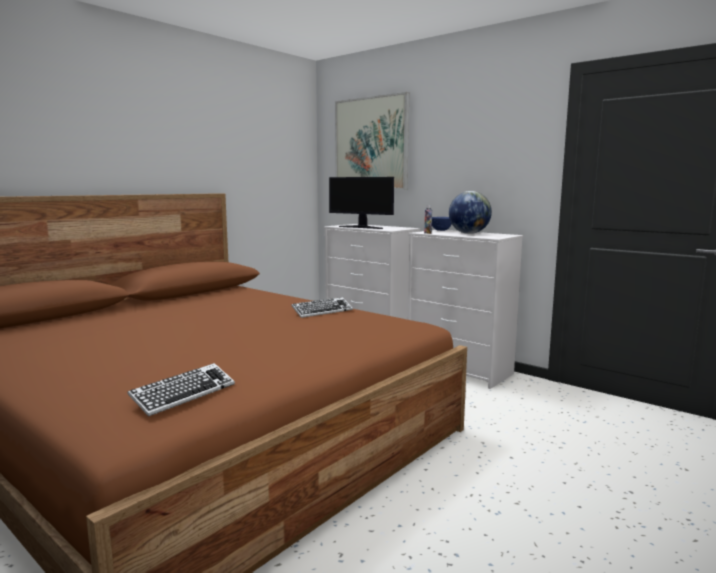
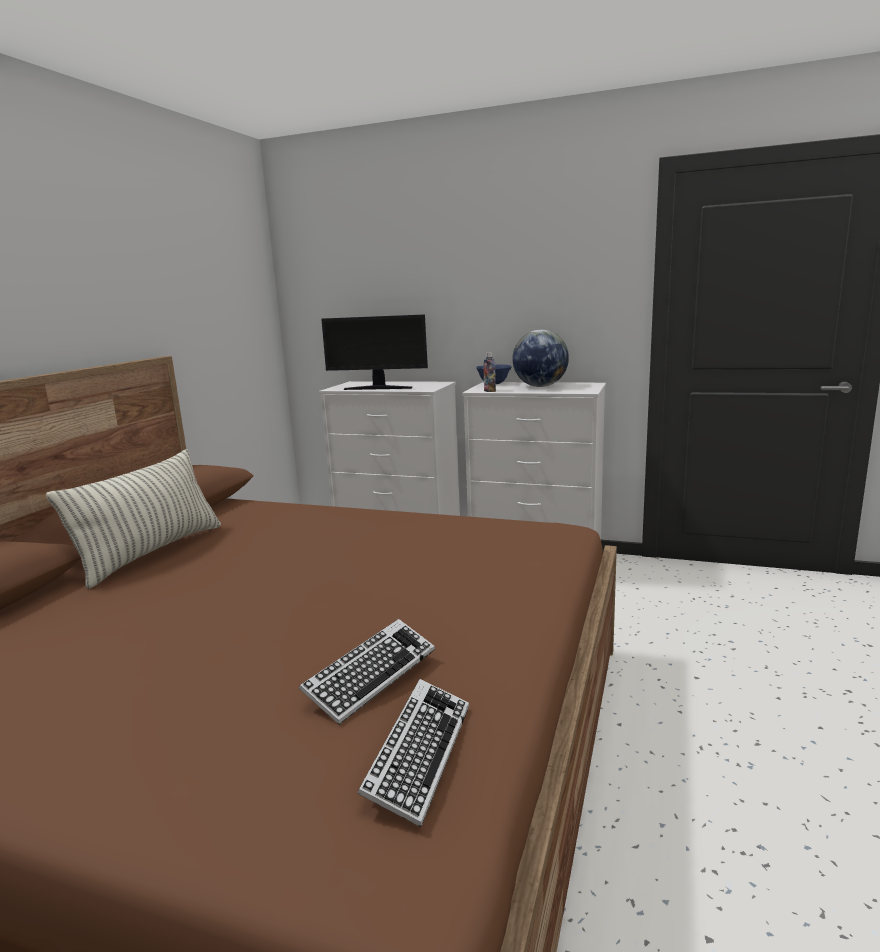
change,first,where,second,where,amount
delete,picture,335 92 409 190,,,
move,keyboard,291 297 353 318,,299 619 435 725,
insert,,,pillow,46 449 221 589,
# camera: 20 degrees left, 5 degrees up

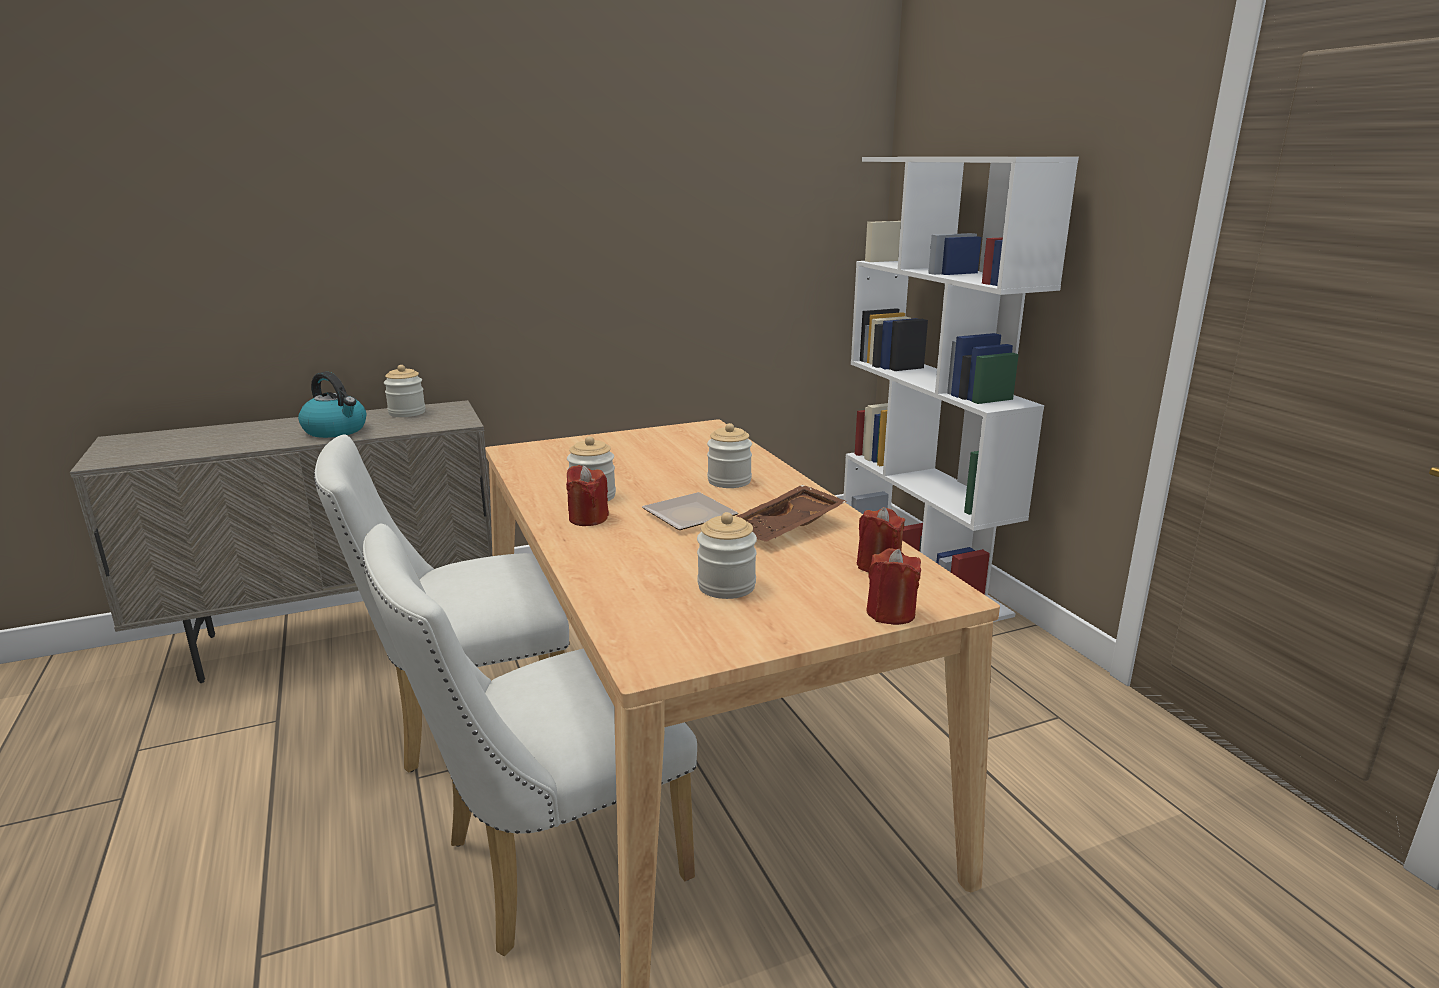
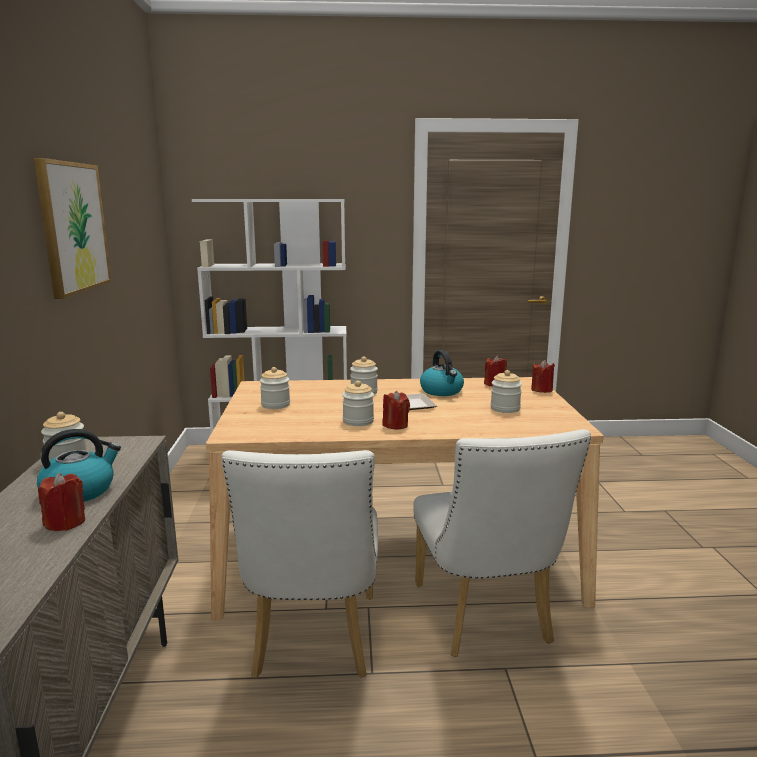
change,first,where,second,where,amount
replace,tray (brown),737 485 847 542,kettle,420 350 464 396,
insert,,,picture,34 158 111 299,
insert,,,jar,260 367 290 409,
insert,,,candle (red),38 472 85 531,
# camera: 70 degrees left, 5 degrees down

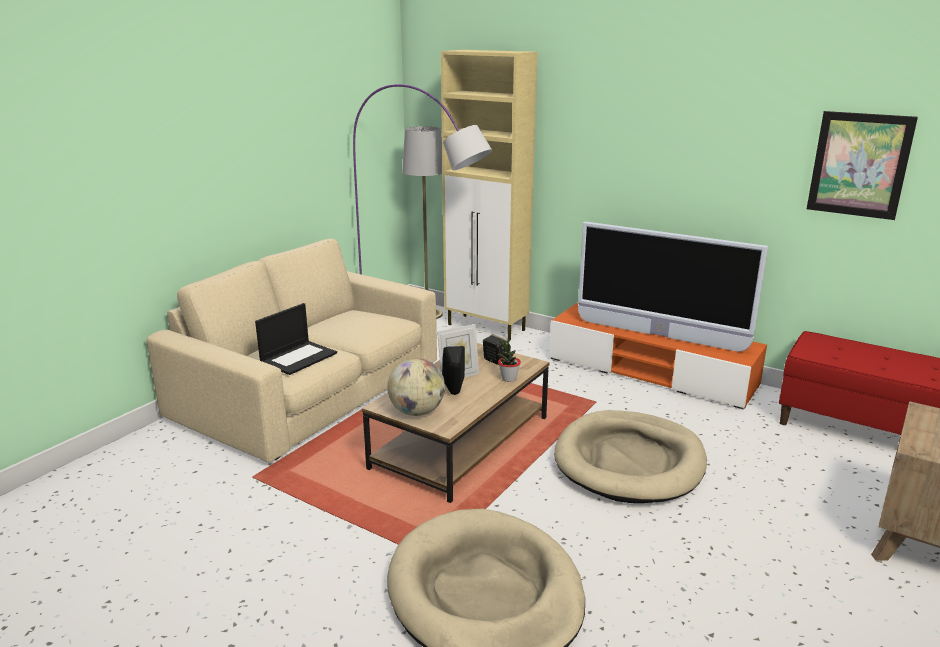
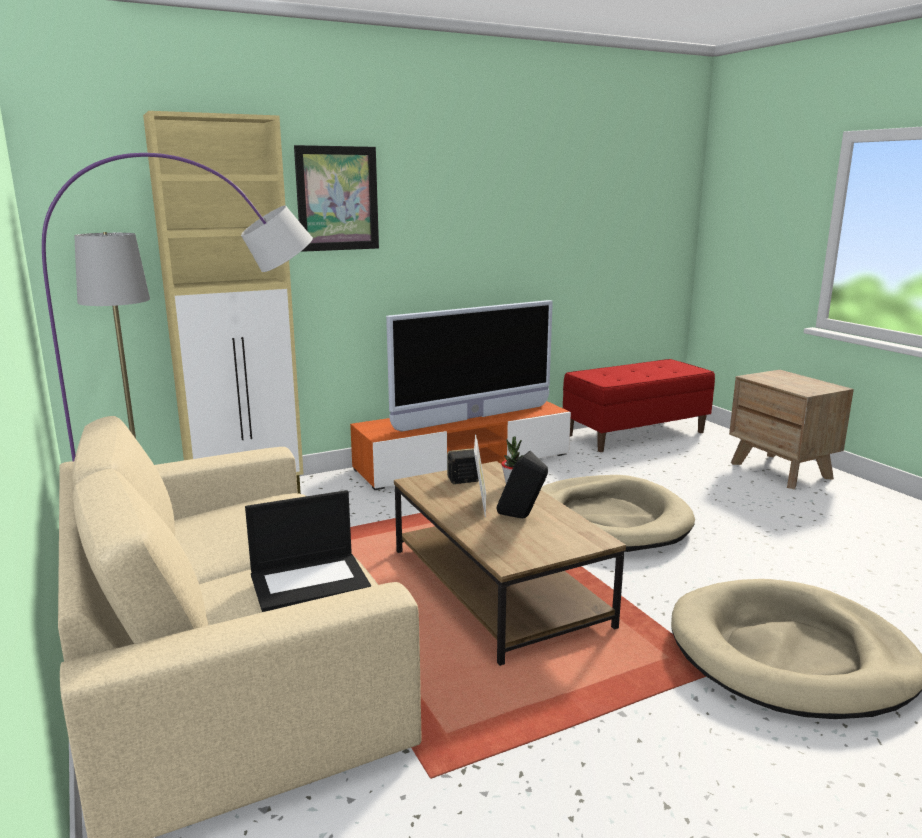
change,first,where,second,where,amount
move,picture,807 111 918 220,,294 145 379 252,
rotate,laptop,255 303 337 375,,245 490 371 612,90 degrees clockwise
delete,globe,387 358 445 416,,,
# camera: 60 degrees left, 5 degrees down

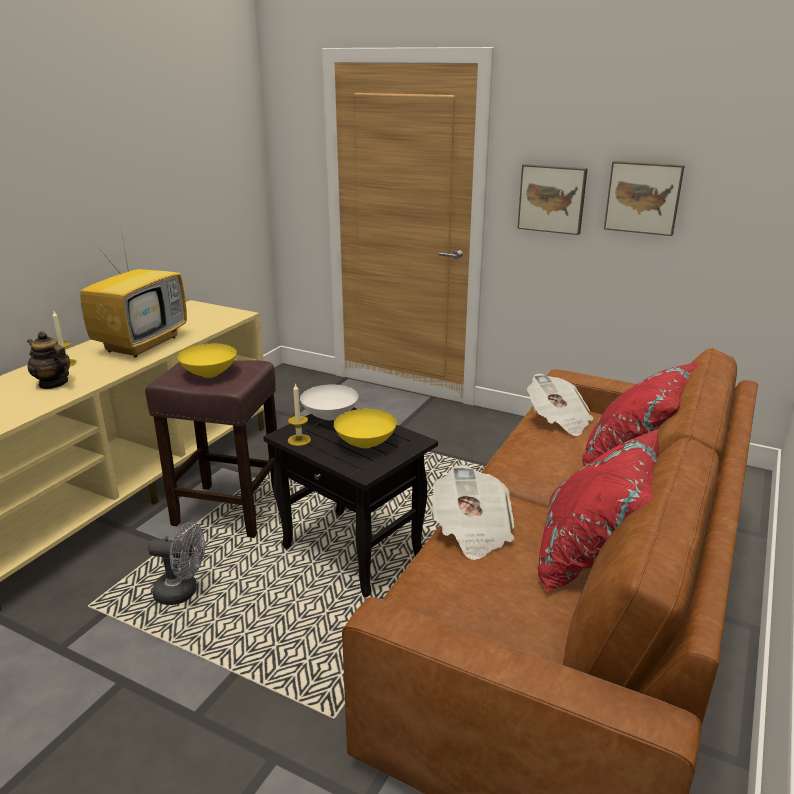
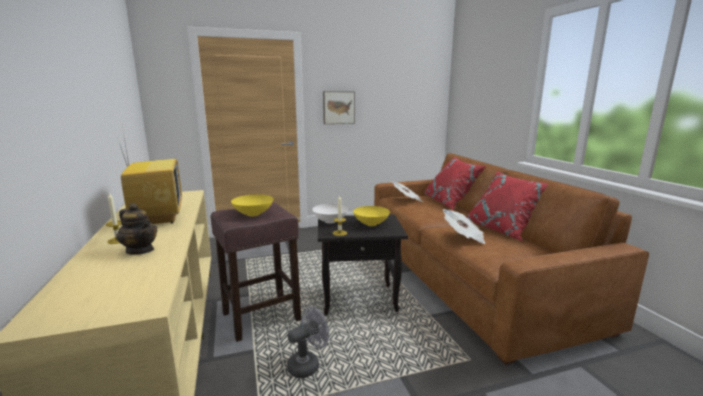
change,first,where,second,where,amount
delete,picture,604 161 685 236,,,
rotate,teapot,27 331 70 389,,116 203 157 255,135 degrees counterclockwise
# camera: 45 degrees left, 10 degrees down

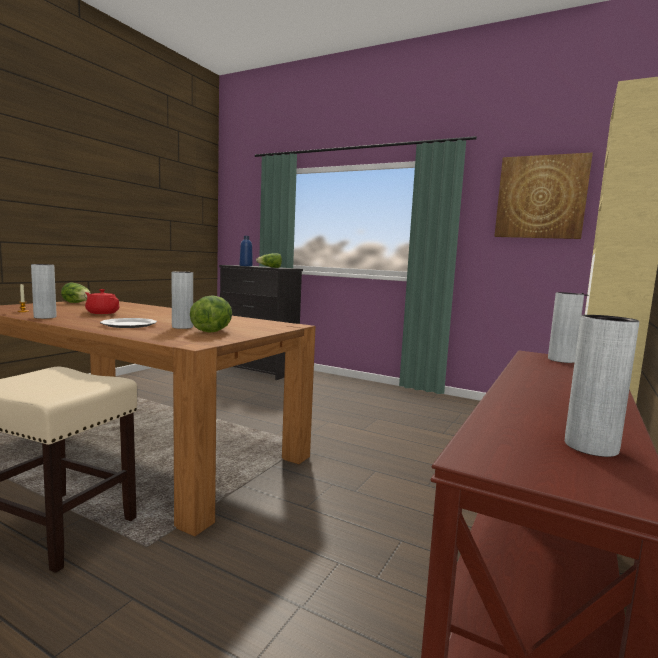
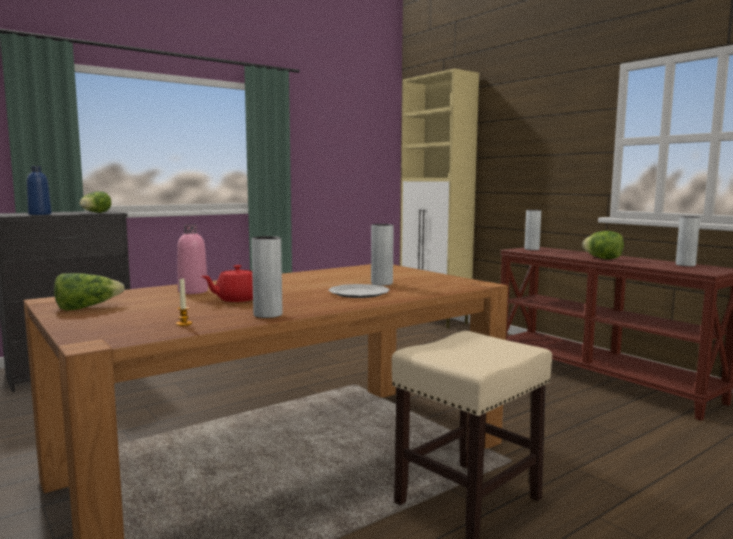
change,first,where,second,where,amount
delete,picture,494 153 593 239,,,
move,lettuce,190 295 232 333,,582 231 624 259,
insert,,,bottle (pink),177 224 208 294,
# camera: 65 degrees left, 0 degrees up

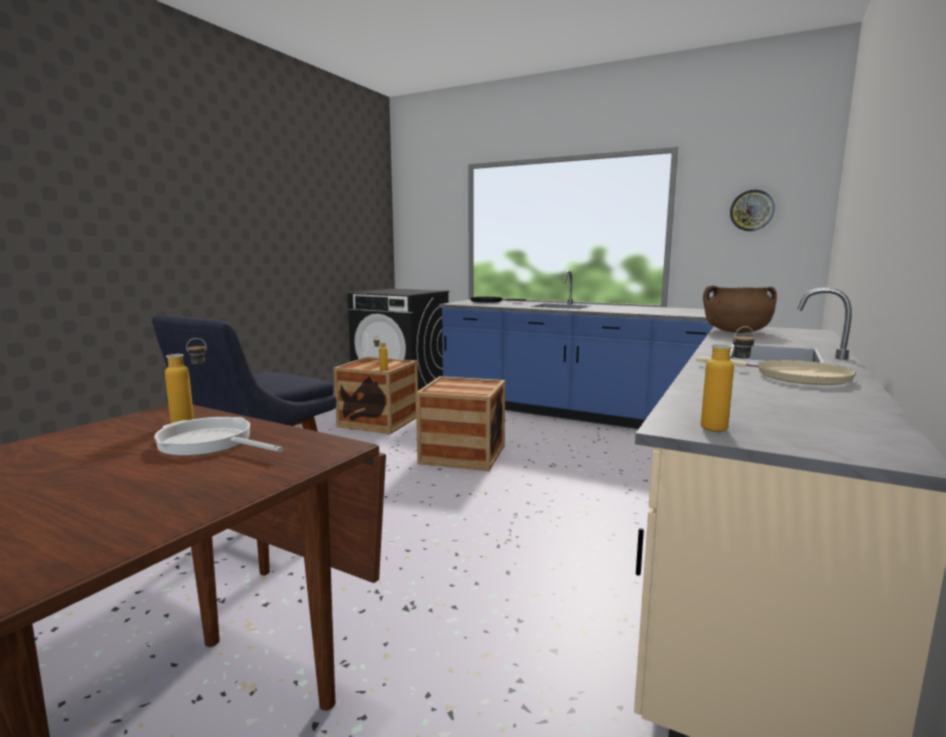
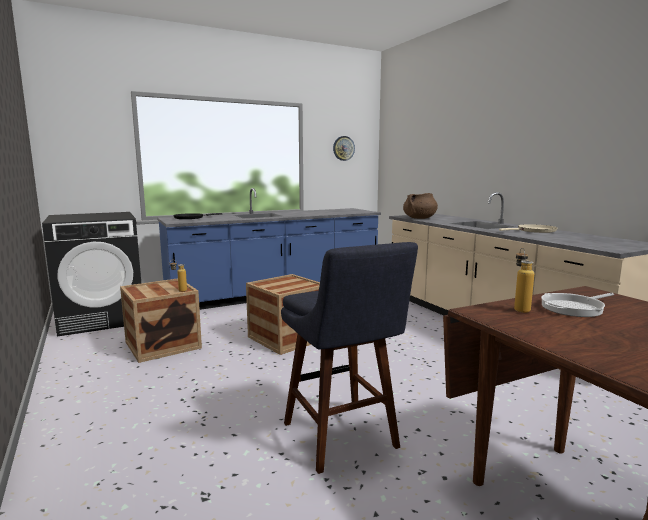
change,first,where,second,where,amount
delete,bottle,701 326 754 432,,,
# camera: 55 degrees left, 0 degrees up

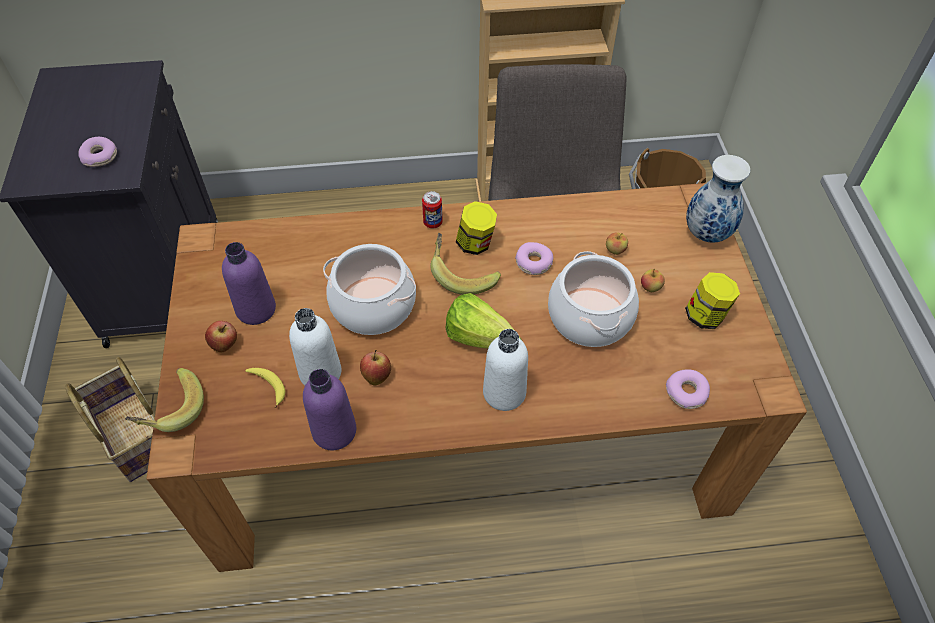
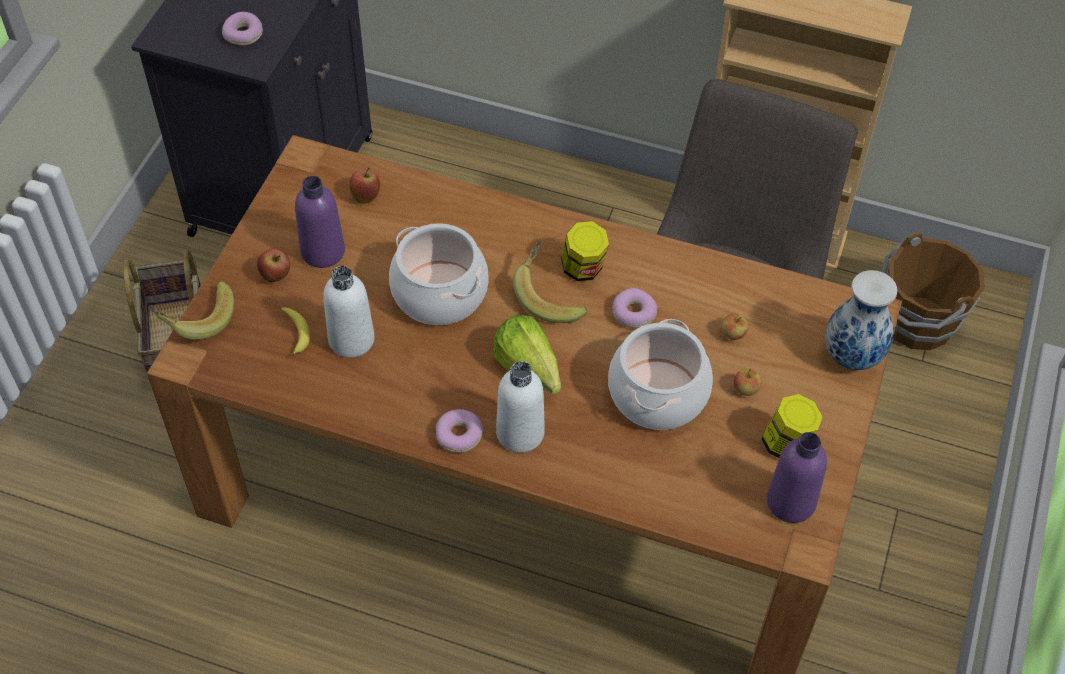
change,first,where,second,where,amount
delete,can,422 191 443 228,,,
move,apple,360 350 391 385,,349 168 380 204,
move,bottle (purple),303 369 356 450,,767 432 827 523,
move,donut,666 369 710 409,,436 409 483 453,
# camera: 25 degrees right, 0 degrees up

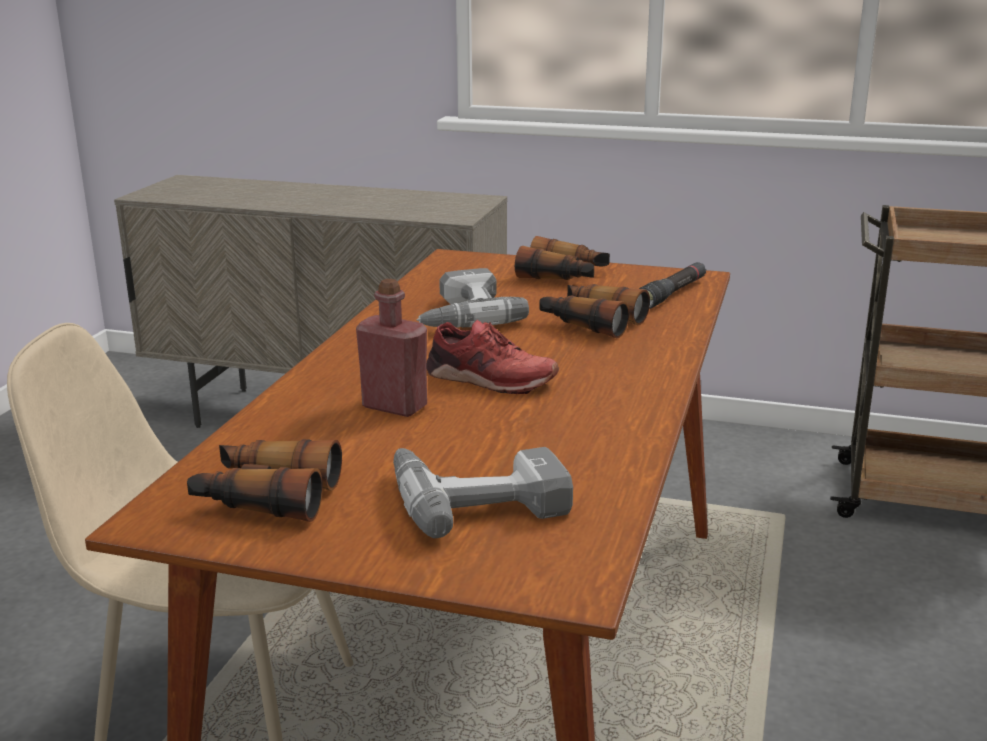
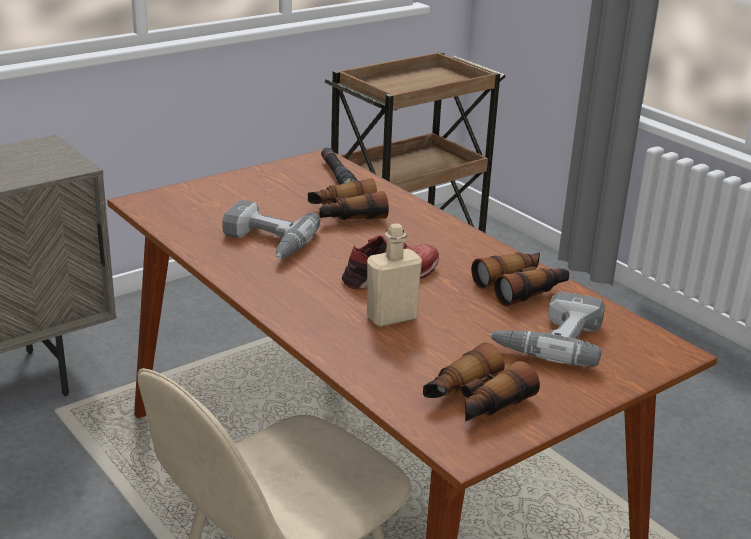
change,first,where,second,where,amount
move,binoculars,515 236 610 280,,471 252 569 307,
recolor,bottle (red),356 279 427 417,bottle (beige),367 223 422 327,
# camera: 55 degrees left, 5 degrees up

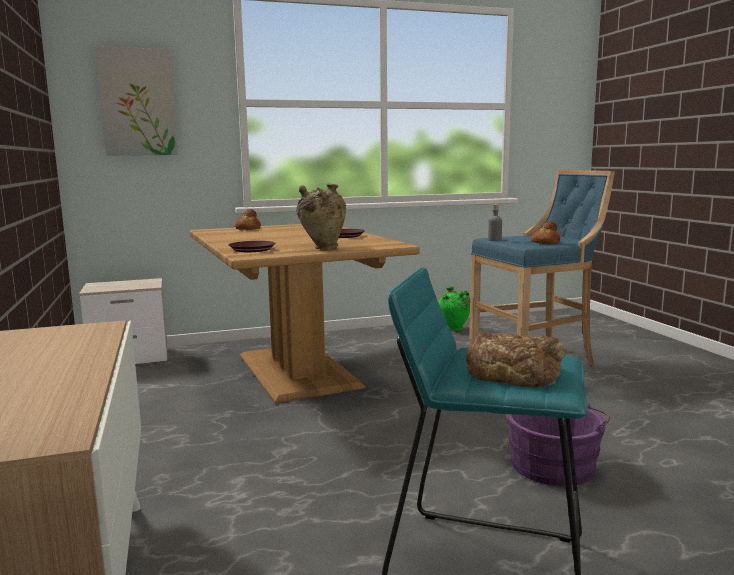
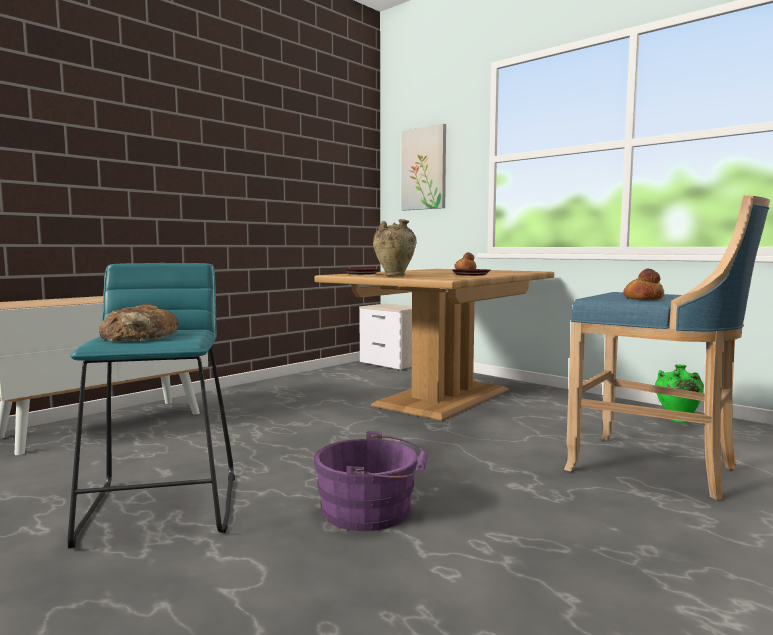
change,first,where,second,where,amount
delete,bottle (grey),488 205 502 241,,,
# camera: 60 degrees right, 5 degrees down

